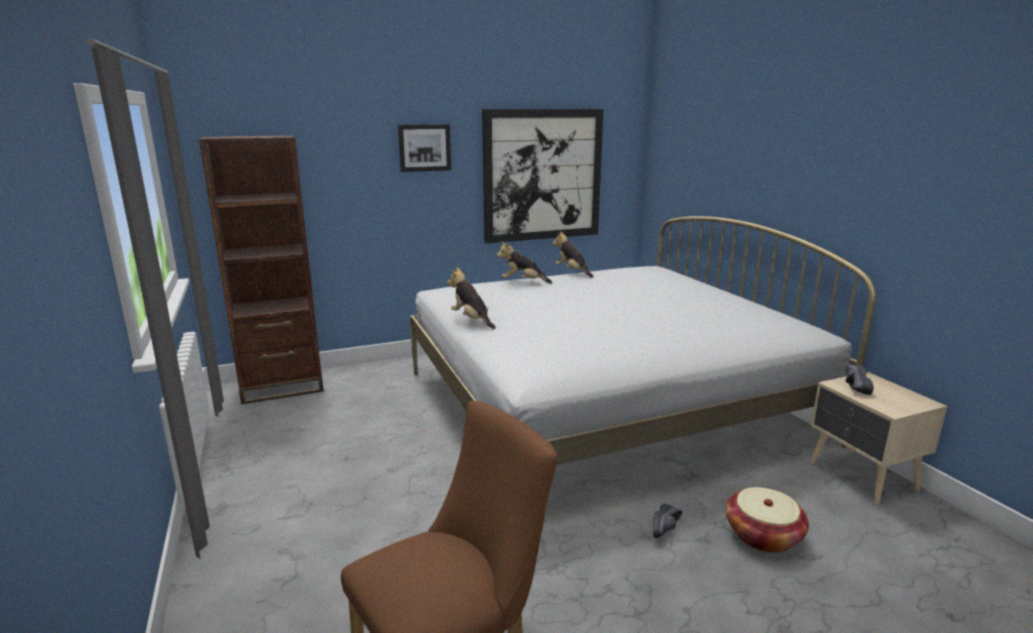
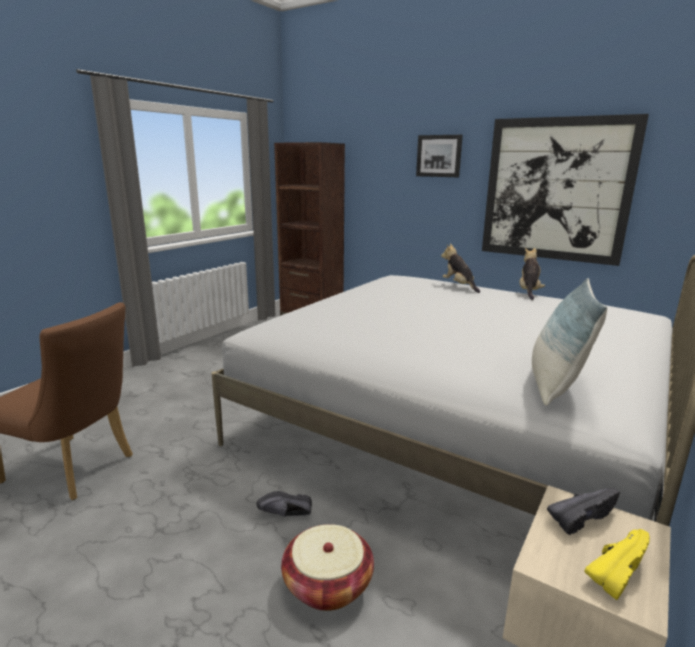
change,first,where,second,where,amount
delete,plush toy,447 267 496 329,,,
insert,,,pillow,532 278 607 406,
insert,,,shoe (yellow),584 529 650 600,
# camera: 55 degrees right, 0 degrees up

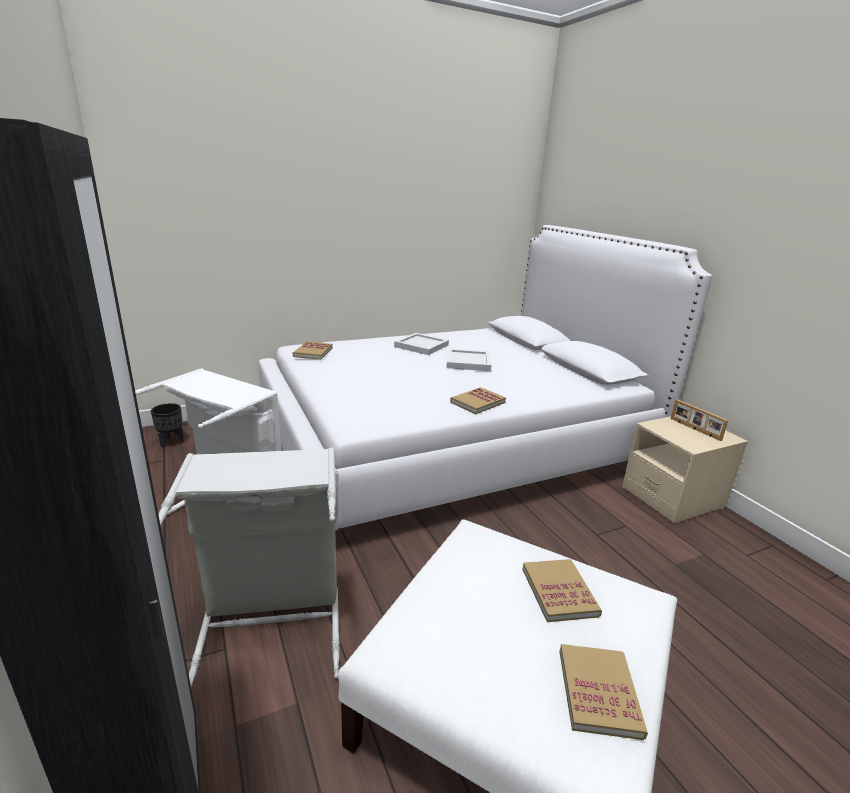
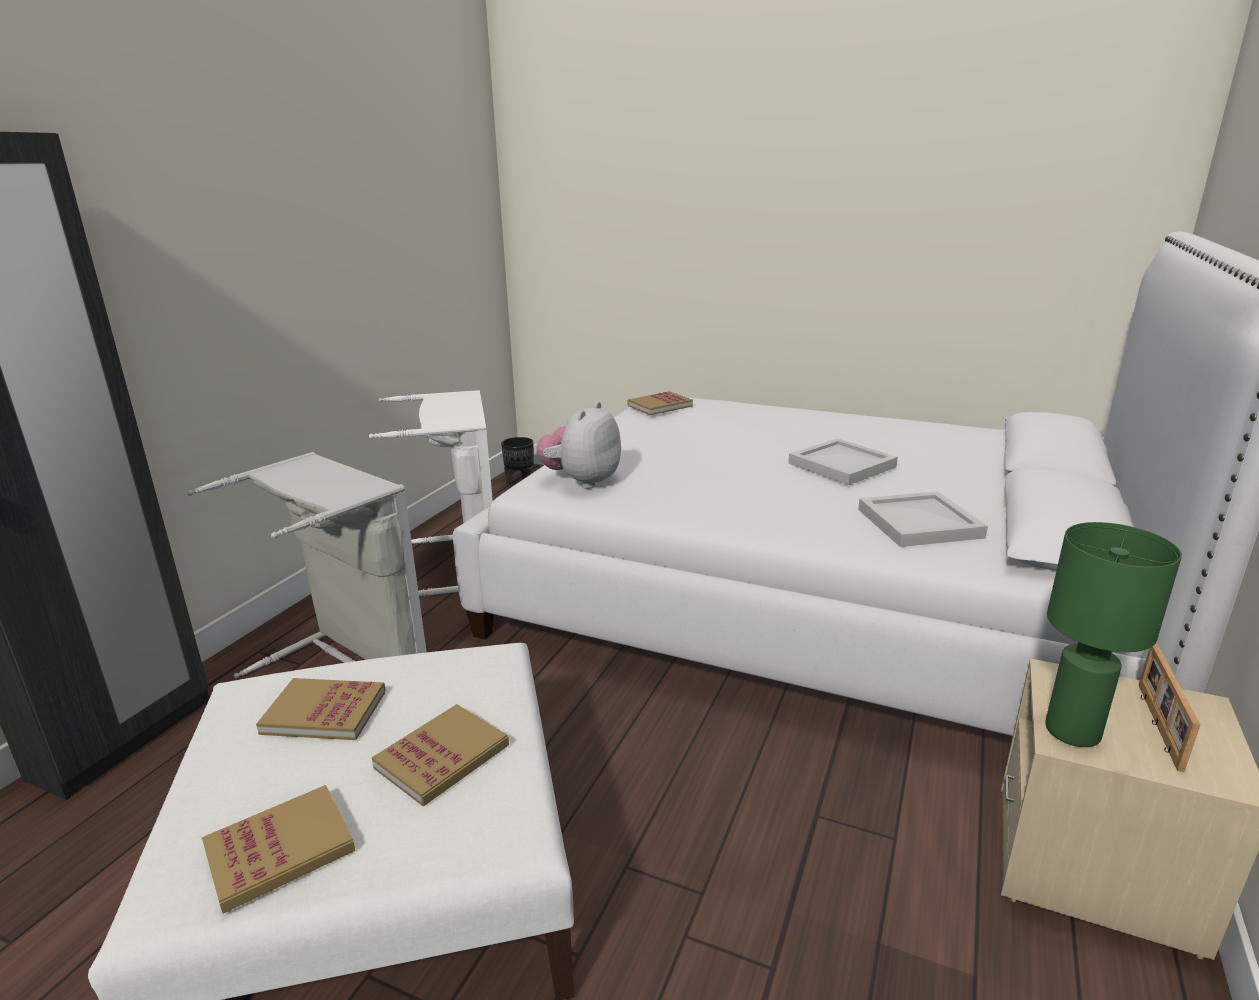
change,first,where,second,where,amount
move,tray (white),394 333 449 355,,858 491 988 547,
move,book,450 387 506 414,,256 678 386 740,
insert,,,plush toy,536 402 621 489,
insert,,,table lamp (green),1045 522 1182 747,
# camera: 50 degrees right, 0 degrees up

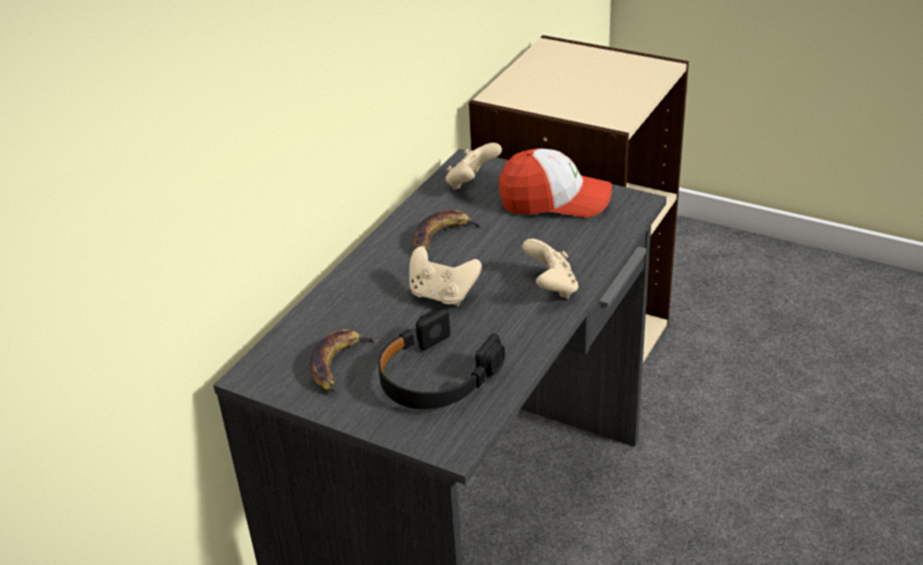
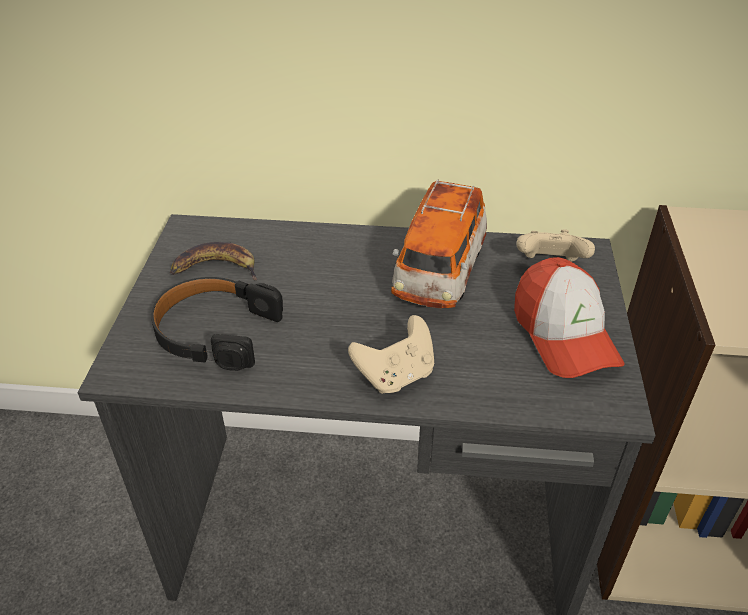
change,first,where,second,where,amount
replace,banana,413 210 485 252,toy car,391 180 487 309,
delete,game controller (beige),409 246 482 306,,,
# camera: 65 degrees right, 5 degrees up

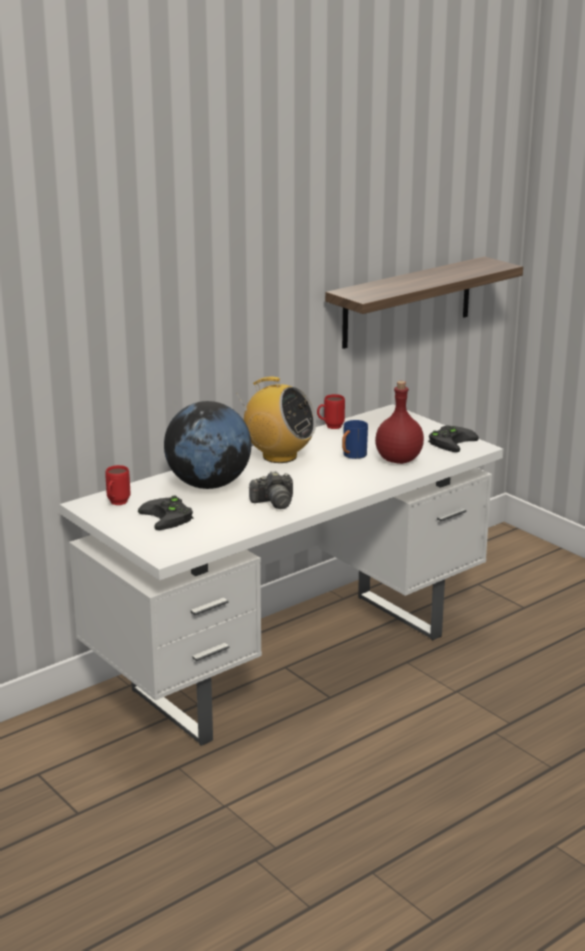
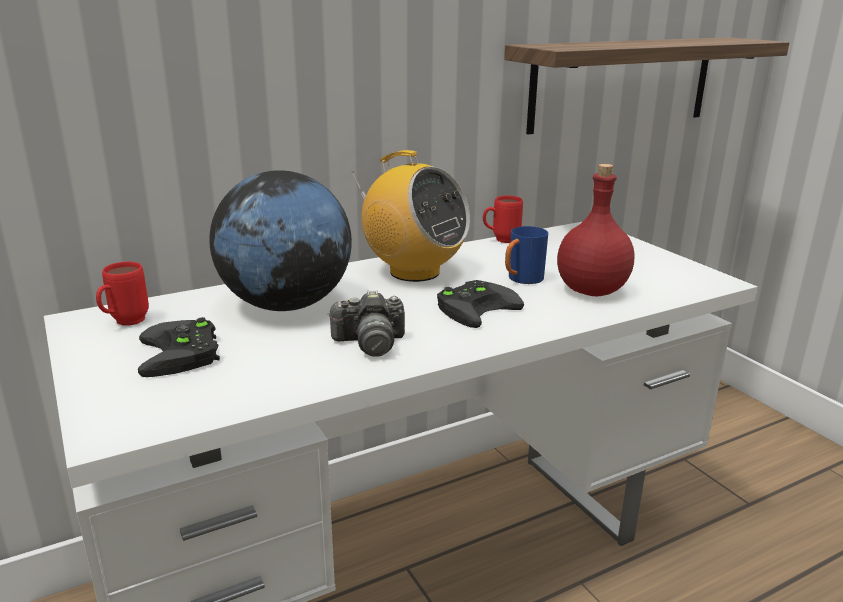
change,first,where,second,where,amount
move,game controller (black),428 425 479 452,,437 280 524 328,
# camera: 10 degrees right, 0 degrees up

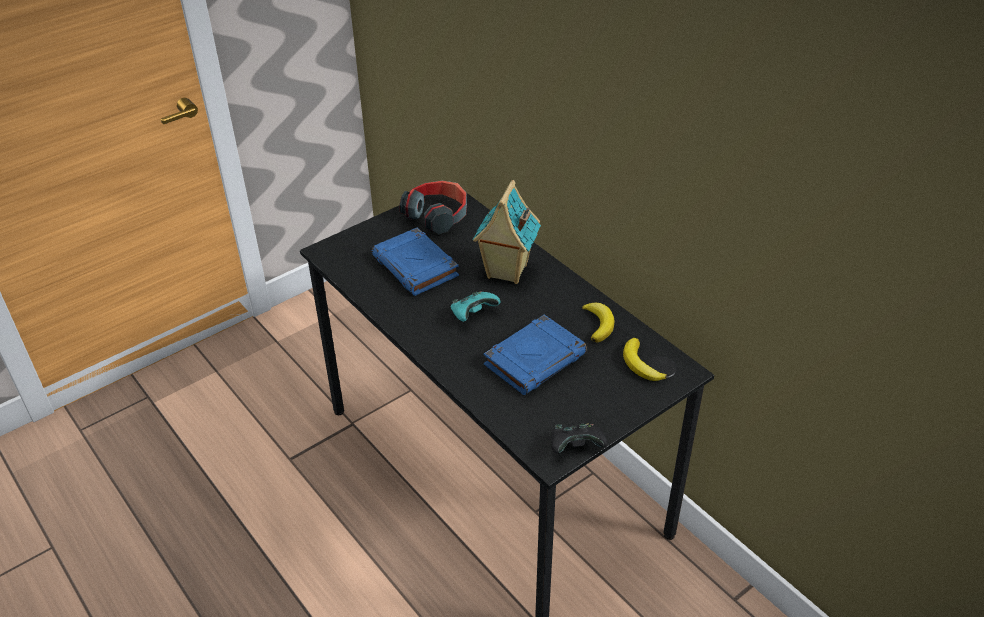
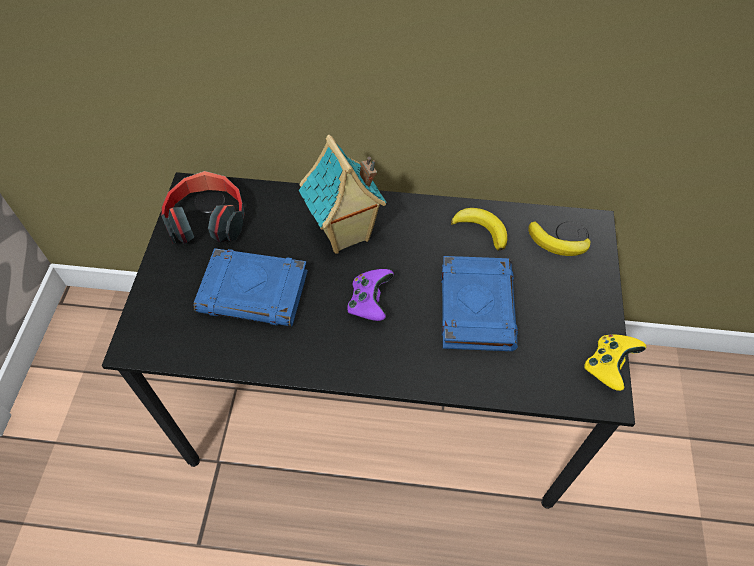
change,first,where,second,where,amount
recolor,game controller (turquoise),451 291 501 321,game controller (purple),347 269 394 321,
recolor,game controller (black),551 423 607 454,game controller (yellow),584 334 647 391,
# camera: 45 degrees left, 15 degrees up

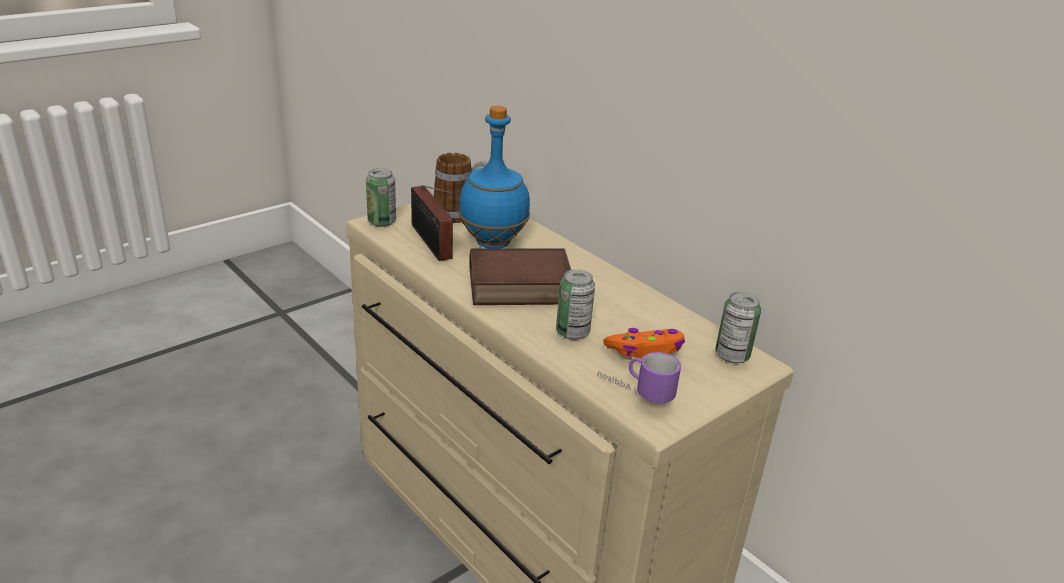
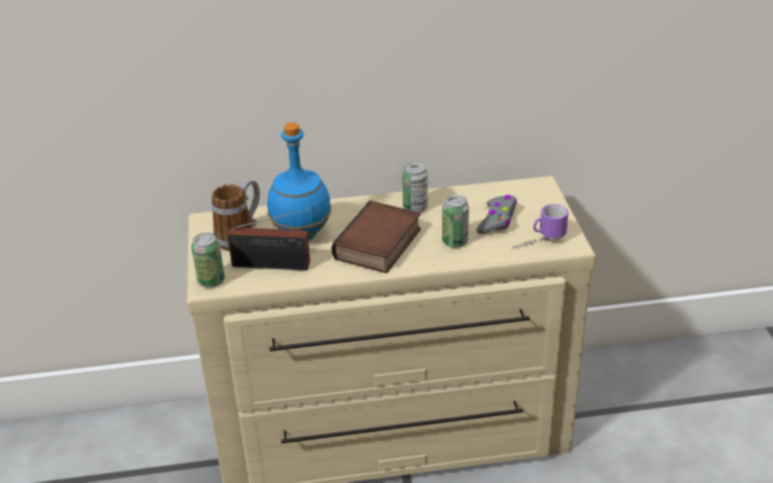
change,first,where,second,where,amount
move,can,715 292 761 363,,402 163 428 213,
recolor,game controller (orange),603 328 685 359,game controller (grey),477 195 517 234,
# camera: 55 degrees left, 5 degrees up

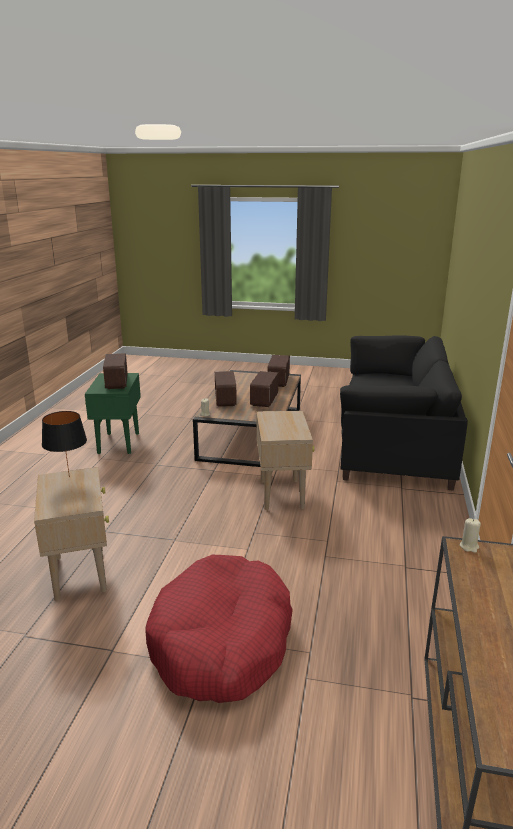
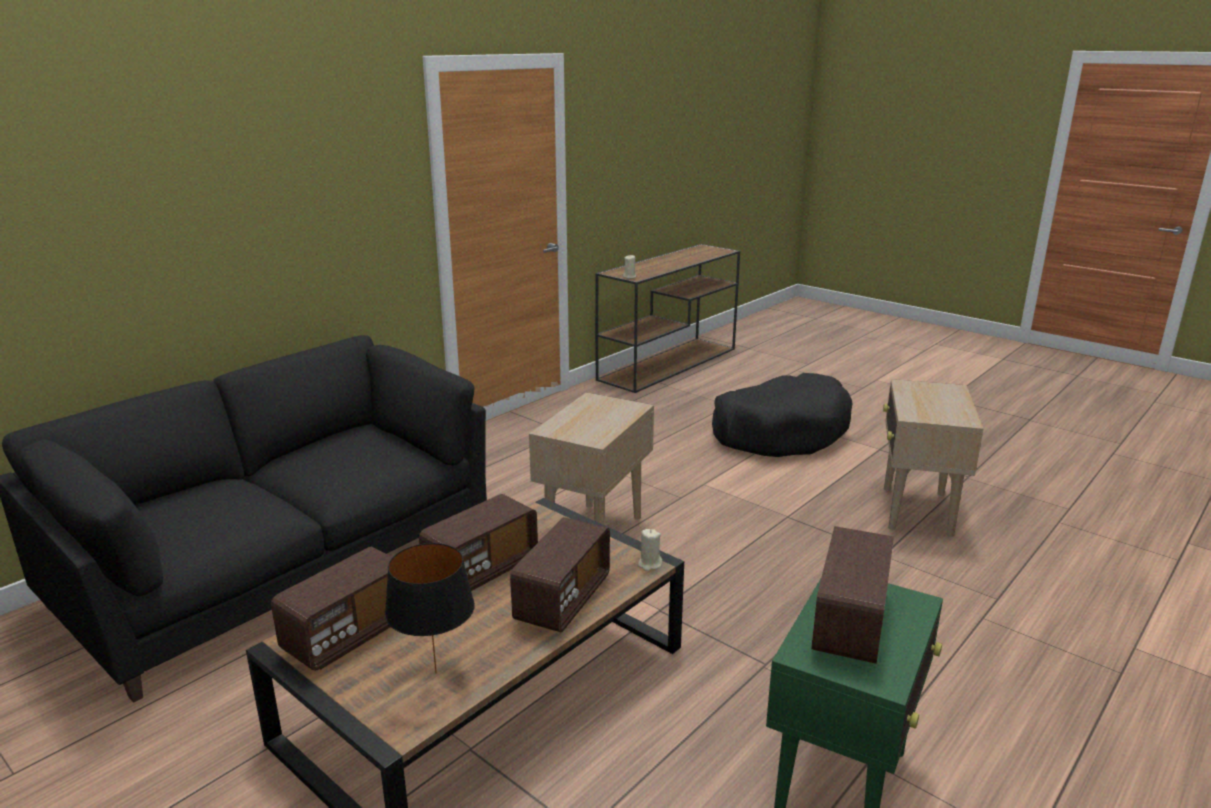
change,first,where,second,where,amount
move,table lamp (black),42 411 87 477,,385 543 475 673,
recolor,dog bed (red),145 555 293 703,dog bed (black),712 373 853 457,
# camera: 150 degrees left, 0 degrees up

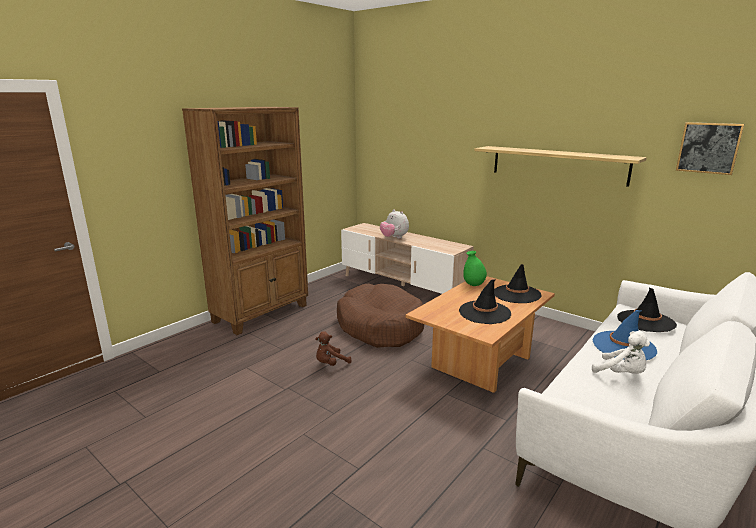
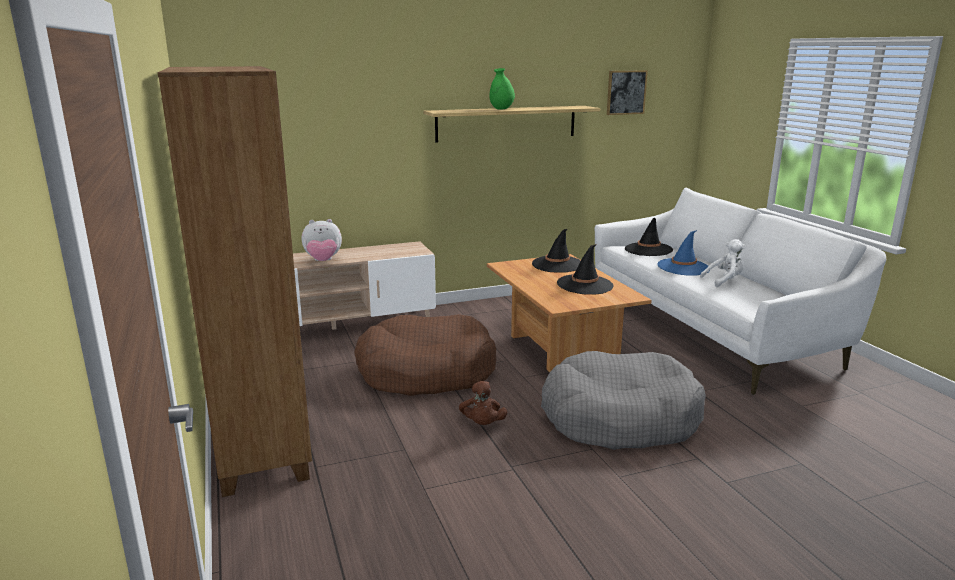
change,first,where,second,where,amount
move,vase (green),463 251 487 286,,490 68 515 110,
insert,,,dog bed (grey),541 351 706 450,
# camera: 60 degrees left, 0 degrees up

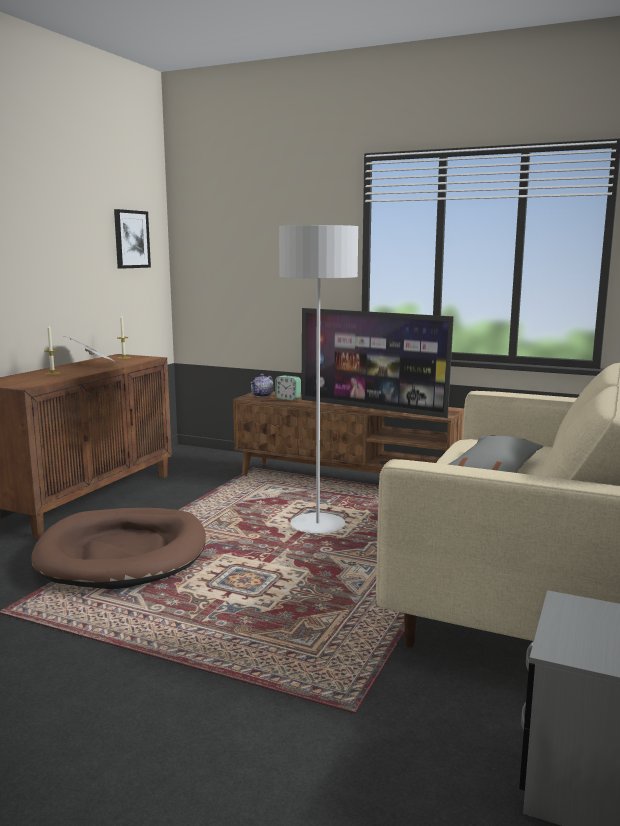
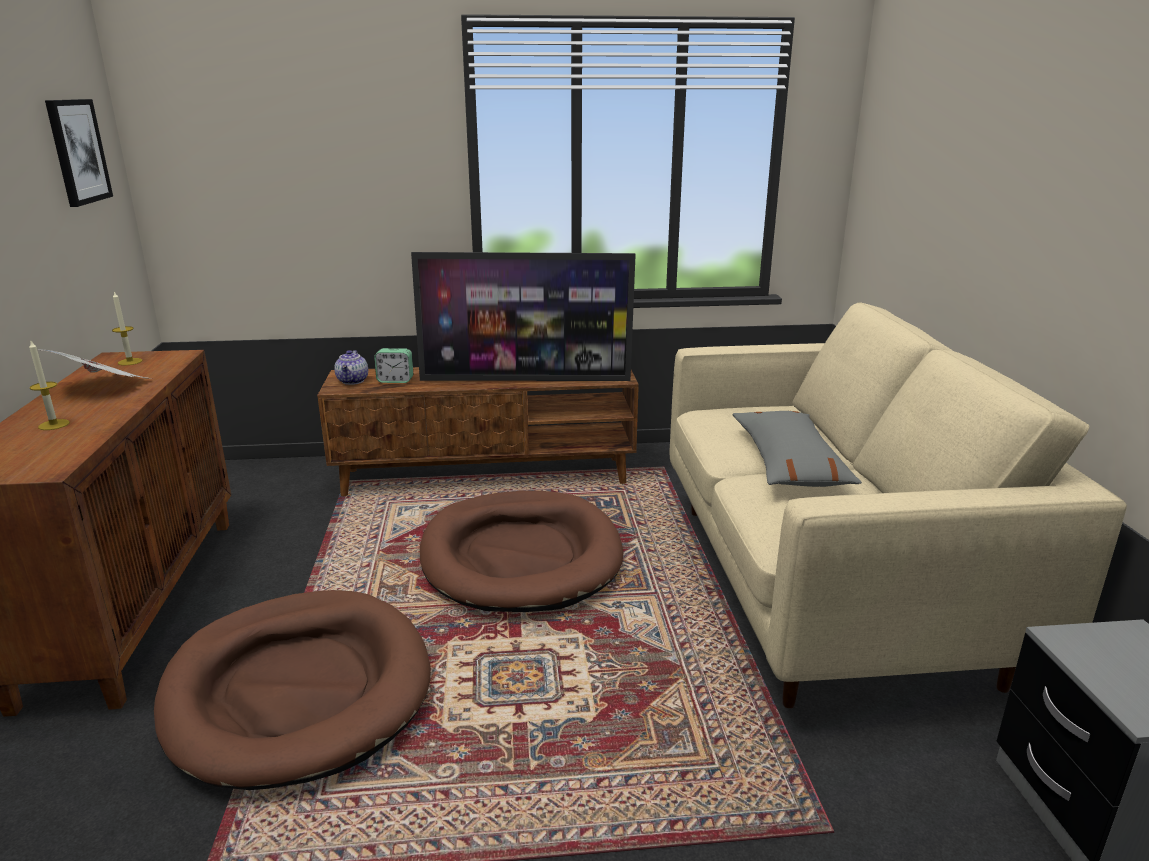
change,first,where,second,where,amount
replace,floor lamp (grey),279 225 358 534,dog bed (brown),420 491 623 612,
# camera: 30 degrees left, 10 degrees up

